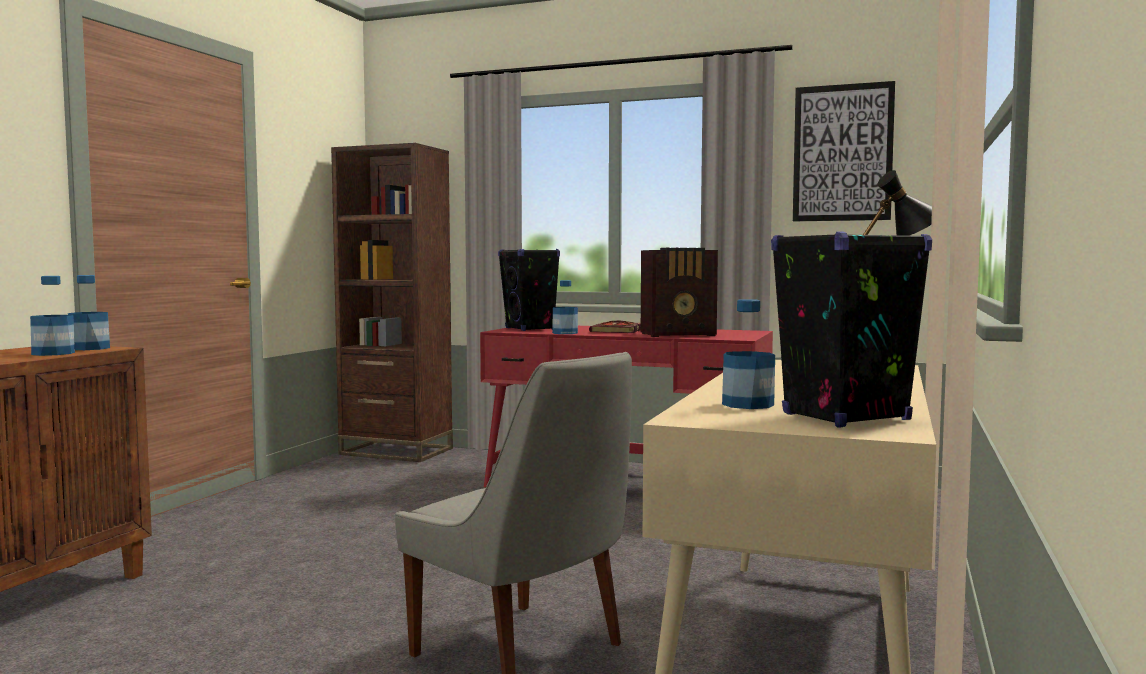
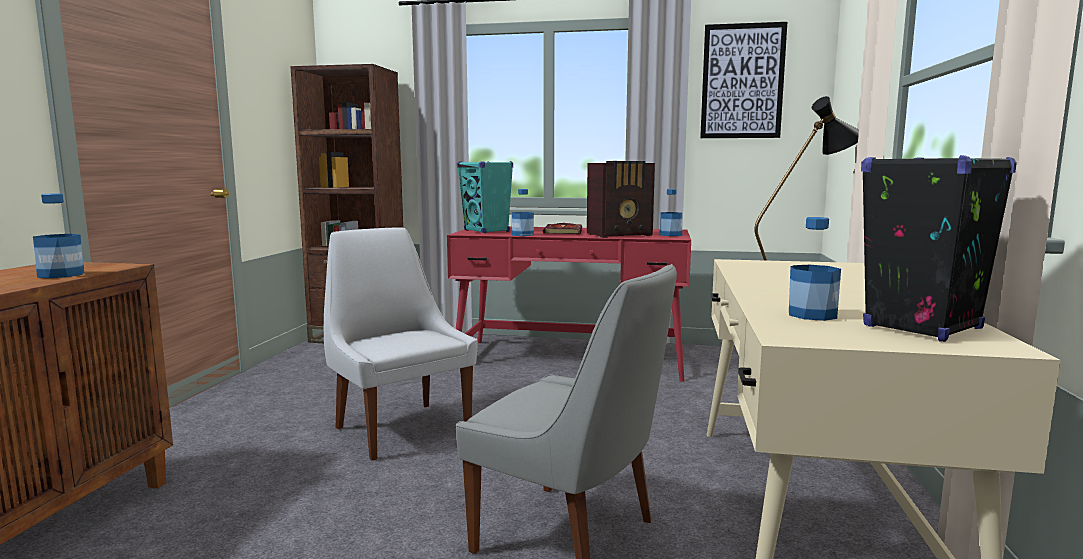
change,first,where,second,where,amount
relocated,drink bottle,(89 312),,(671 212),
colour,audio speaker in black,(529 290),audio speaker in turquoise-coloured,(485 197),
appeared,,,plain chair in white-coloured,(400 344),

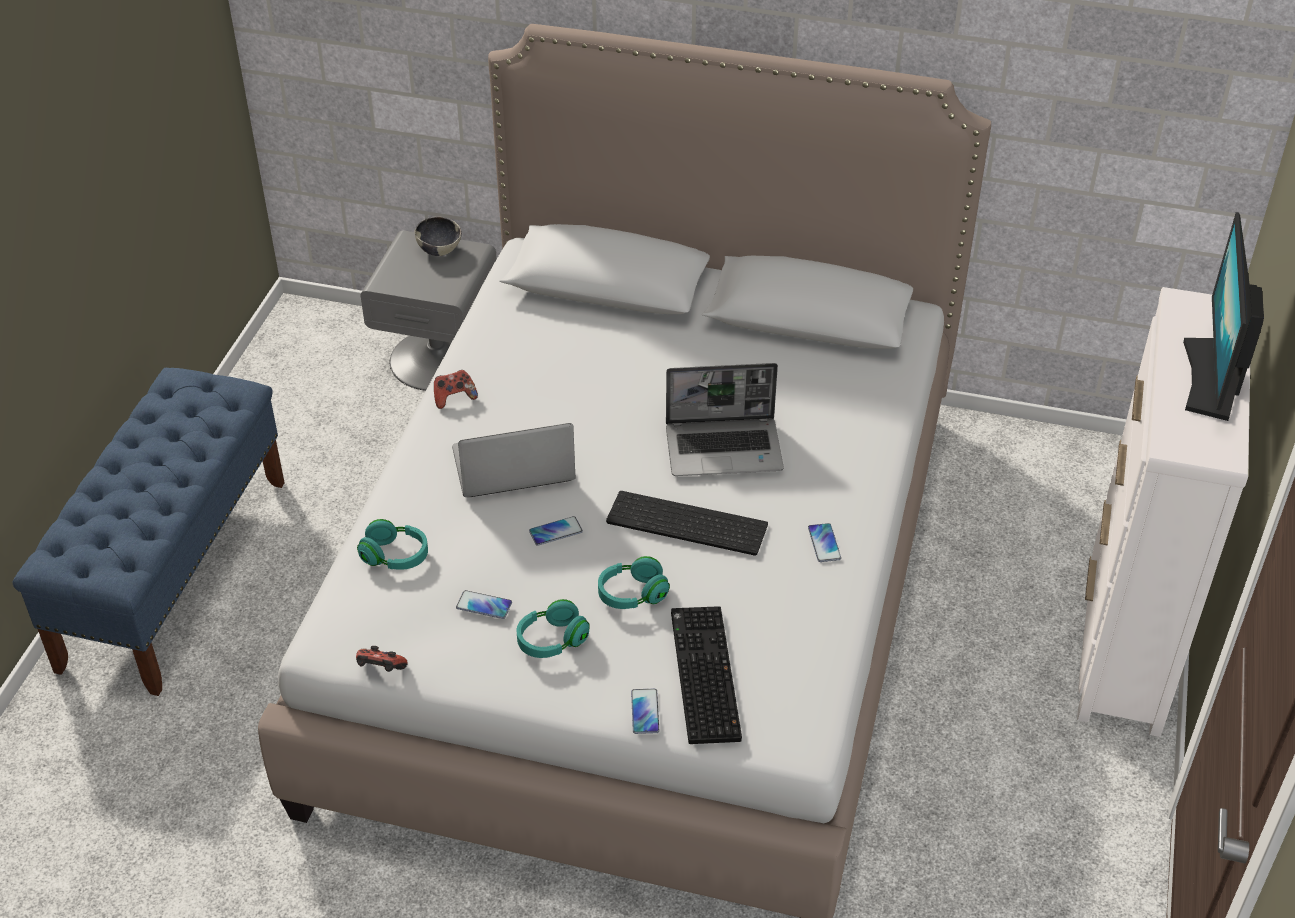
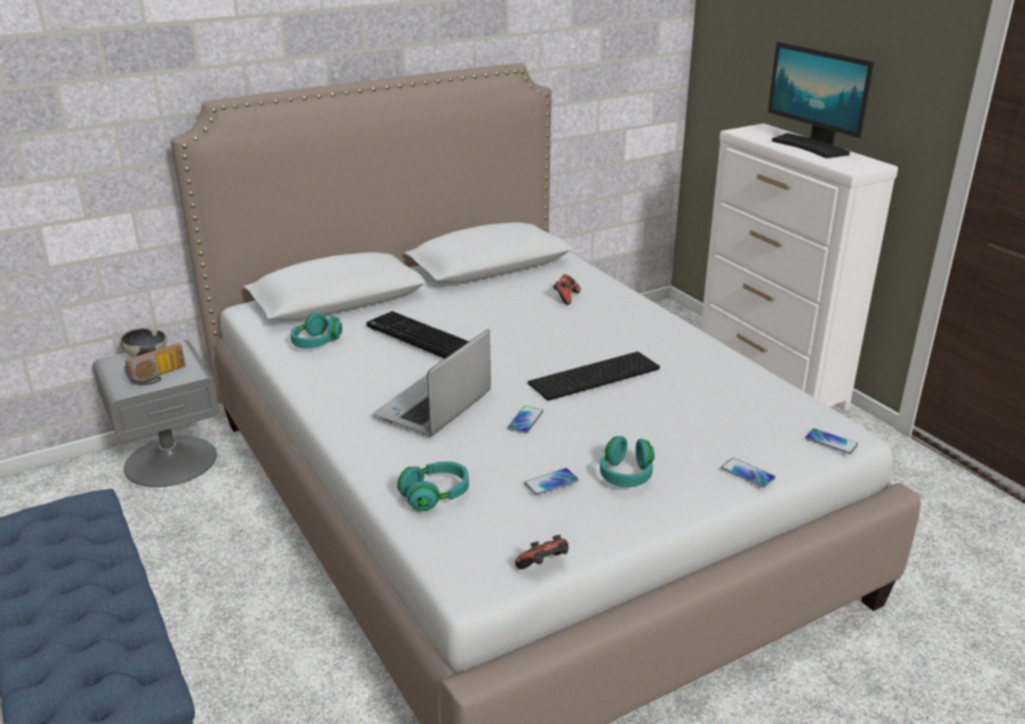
change,first,where,second,where,amount
relocated,gamepad,(456 389),,(567 289),
relocated,pair of headphones in turquoise-coloured,(634 582),,(316 331),
missing,portable computer,(725 419),,,
relocated,computer keyboard,(706 675),,(418 335),
relocated,telephone,(824 542),,(831 441),
appeared,,,radio set,(155 364),

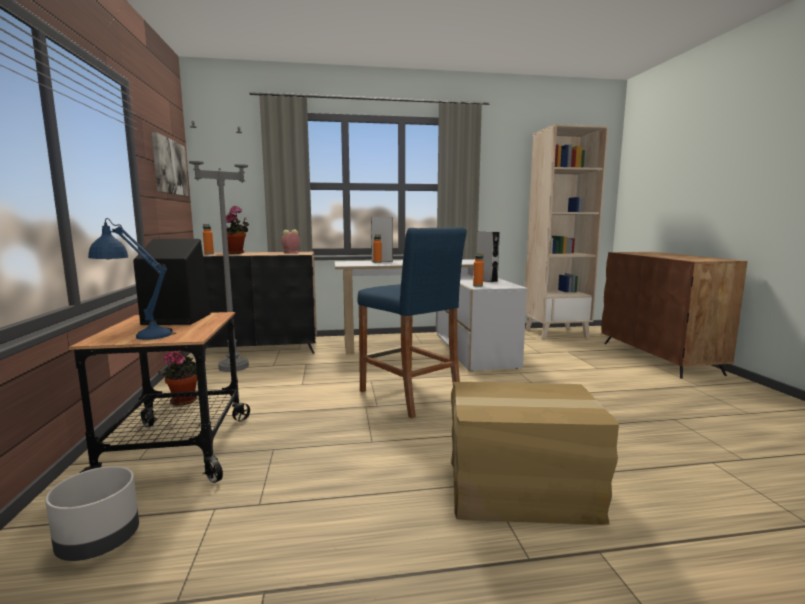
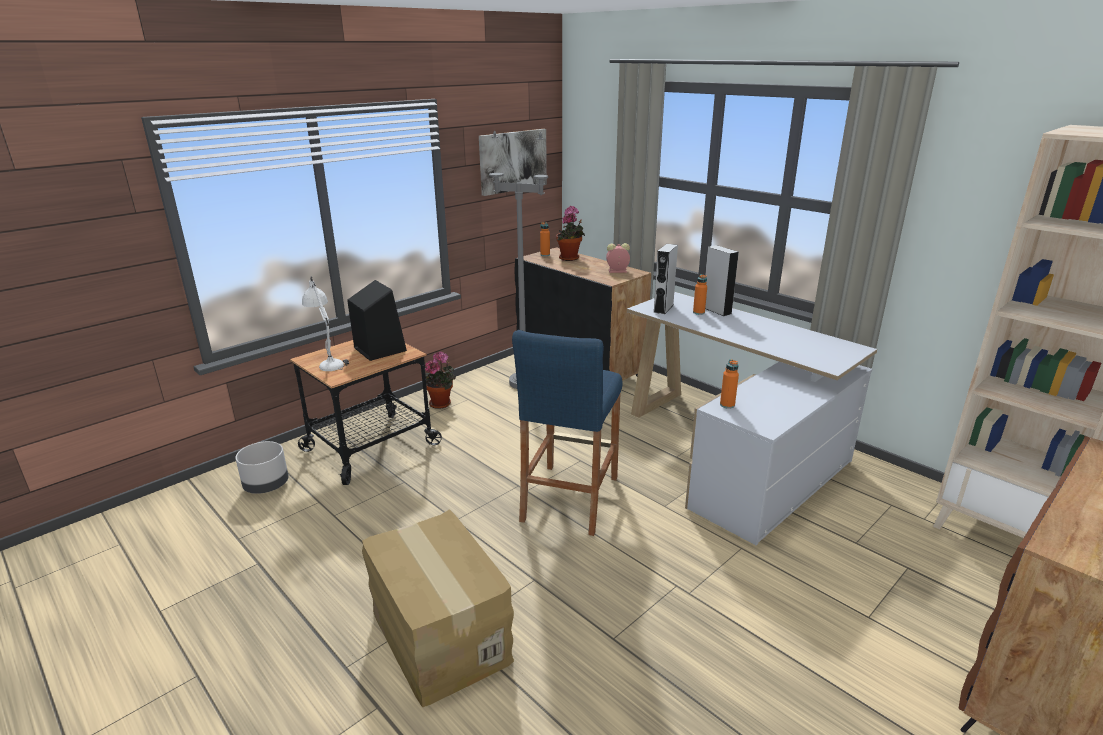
change,first,where,second,where,amount
colour,lamp for a table in blue,(132 279),lamp for a table in white-coloured,(325 323),
relocated,audio speaker in greyish,(488 256),,(665 279),

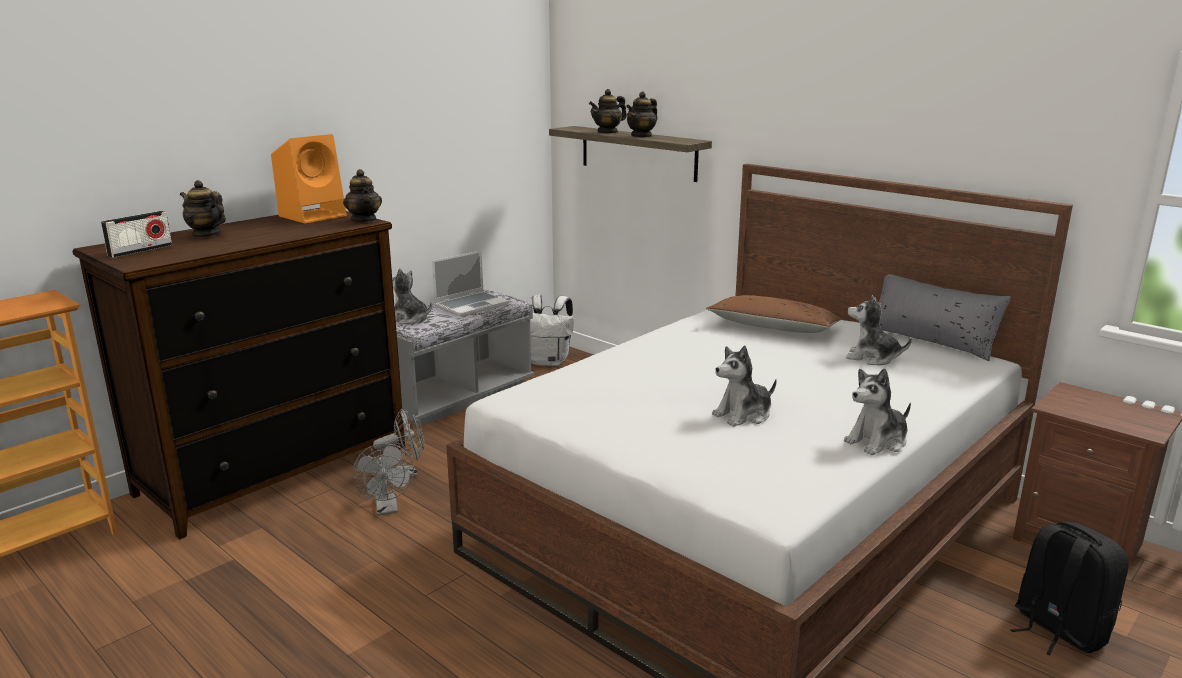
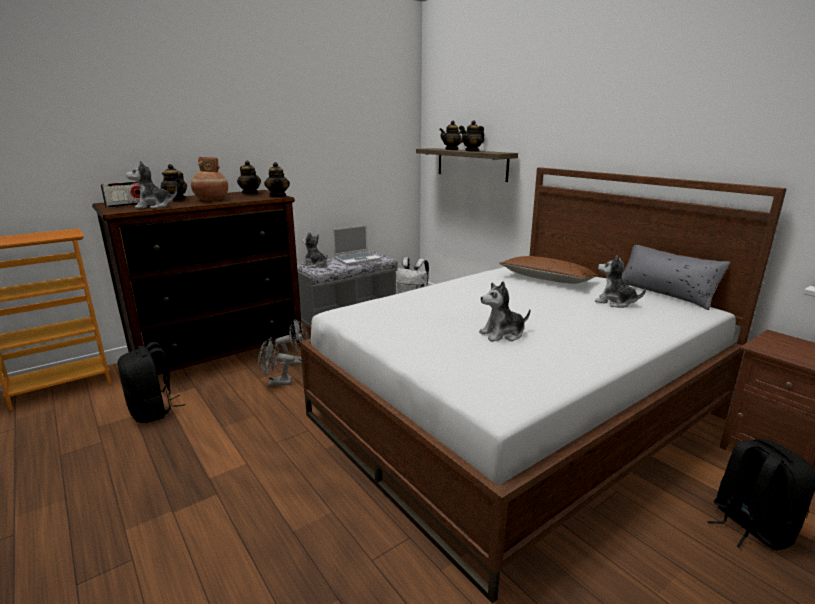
change,first,where,second,where,amount
exchanged,audio speaker in orangey,(309 178),tea pot,(249 177),
spun,fan in greyish,(383 479),,(276 361),90 degrees clockwise
relocated,plush toy,(877 411),,(151 184),
appeared,,,rucksack in black,(151 382),
appeared,,,vase in brown,(209 179),

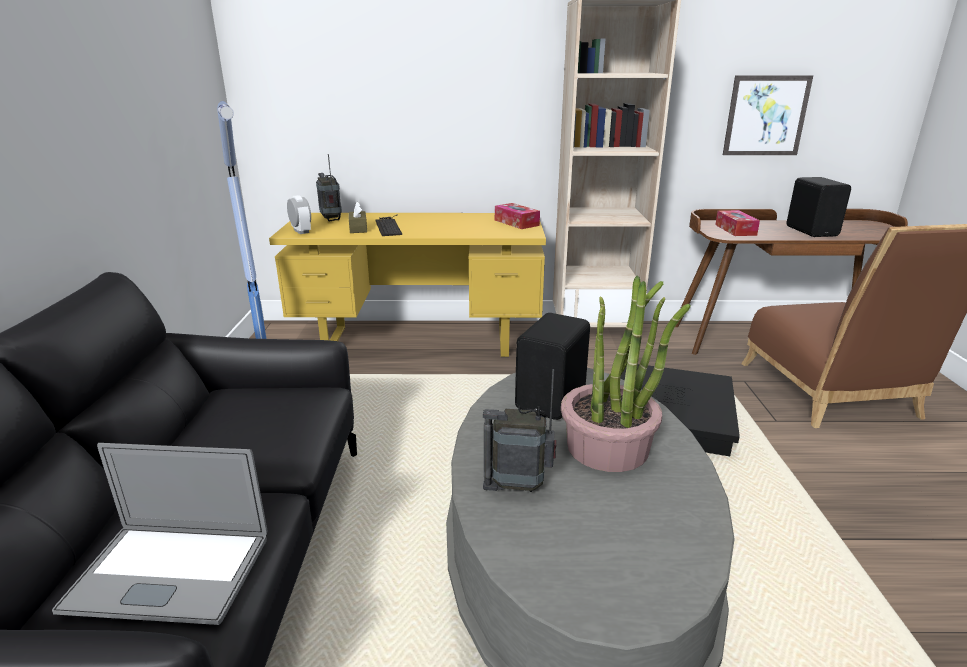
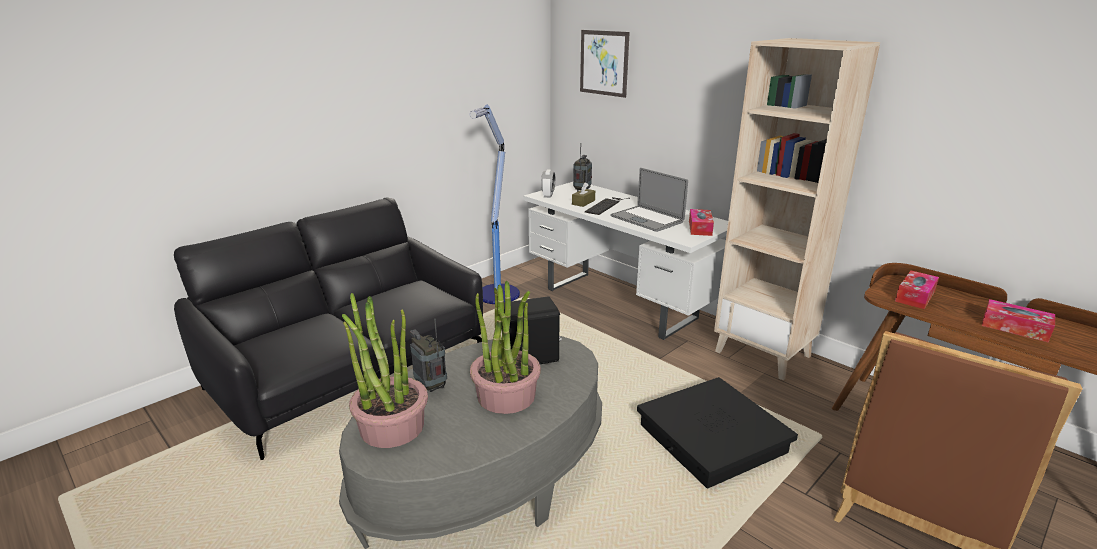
change,first,where,second,where,amount
relocated,portable computer,(159 534),,(649 200),
colour,desk table in yellow,(407 285),desk table in white-coloured,(625 261),
relocated,wall art,(768 115),,(605 64),
exchanged,audio speaker in black,(818 207),tissue box,(1018 320),
appeared,,,houseplant,(385 370),

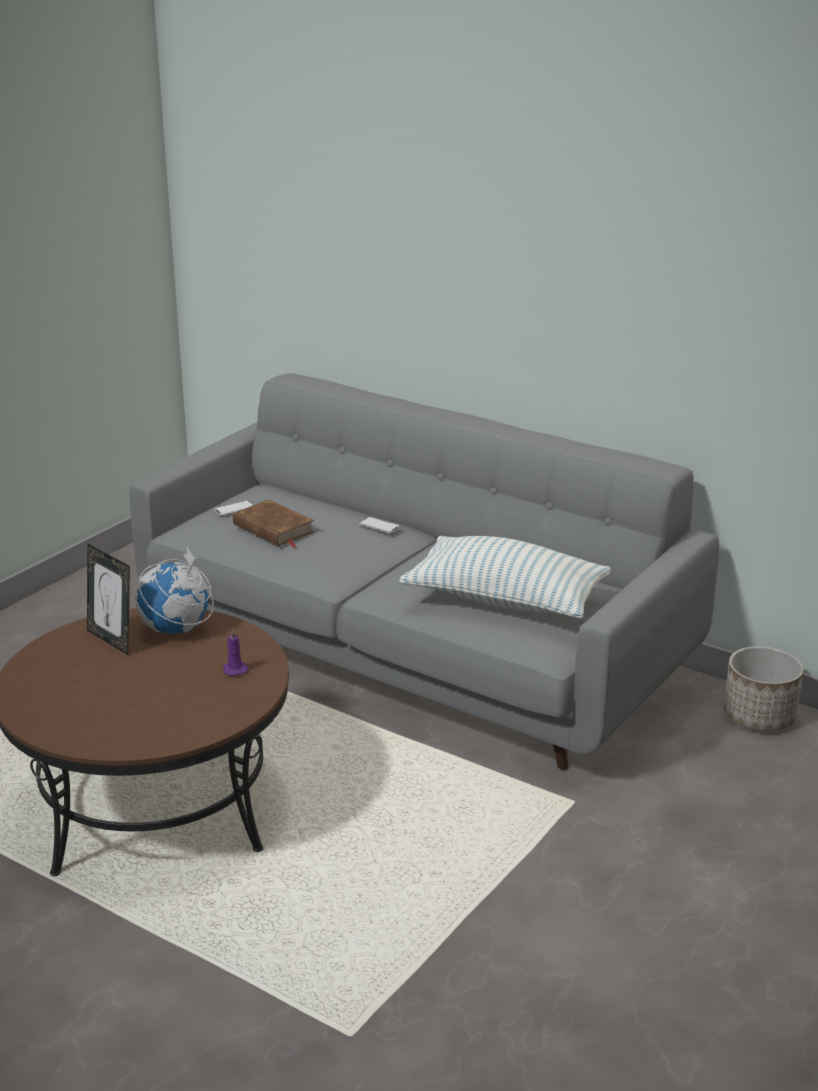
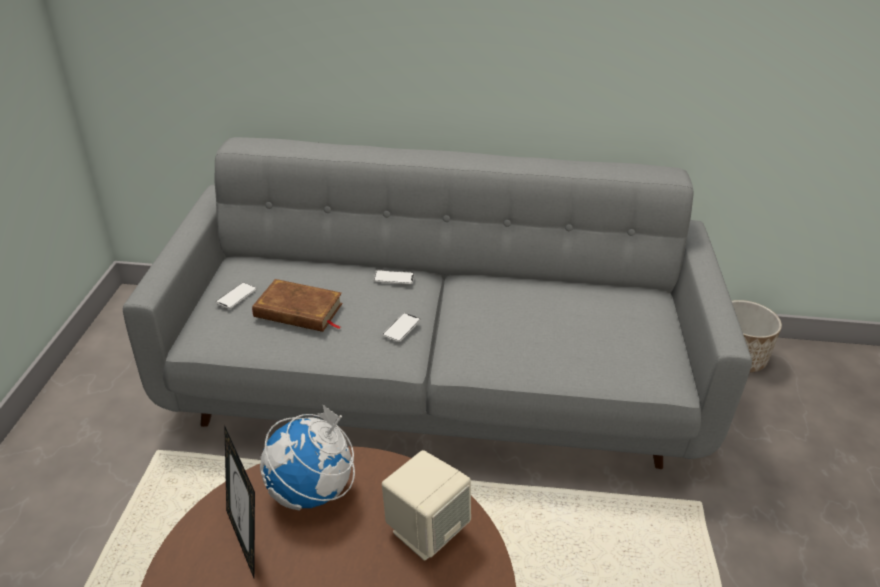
change,first,where,second,where,amount
spun,standing frame,(108 599),,(239 501),45 degrees clockwise
exchanged,wax candle in purple,(236 652),audio speaker in sand-coloured,(426 505),
missing,cushion,(505 577),,,
appeared,,,telephone,(401 327),

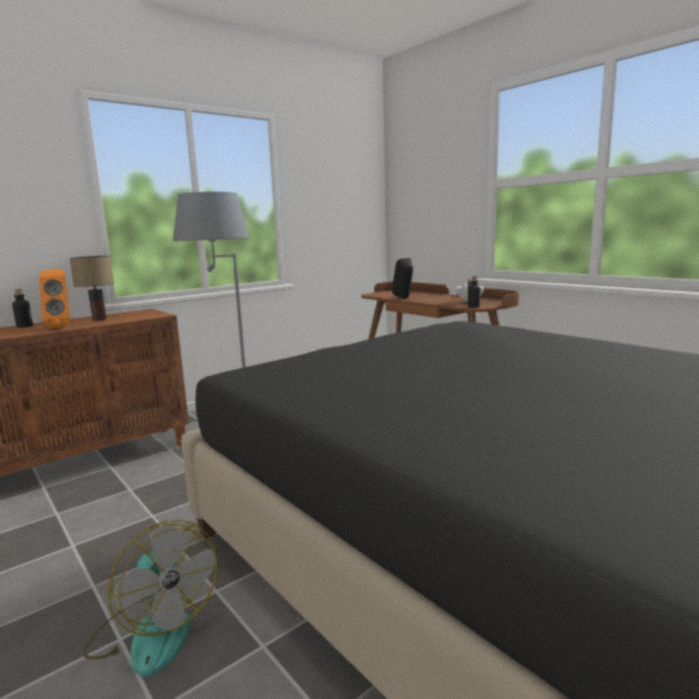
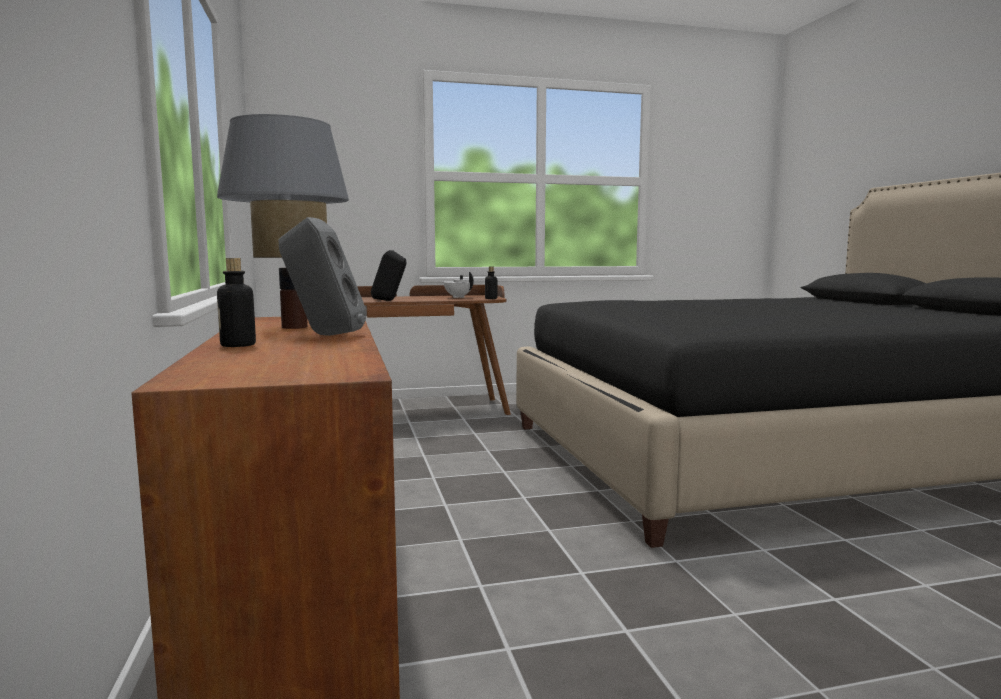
change,first,where,second,where,amount
colour,audio speaker in orangey,(54 298),audio speaker in greyish,(323 276),
missing,fan,(150 598),,,

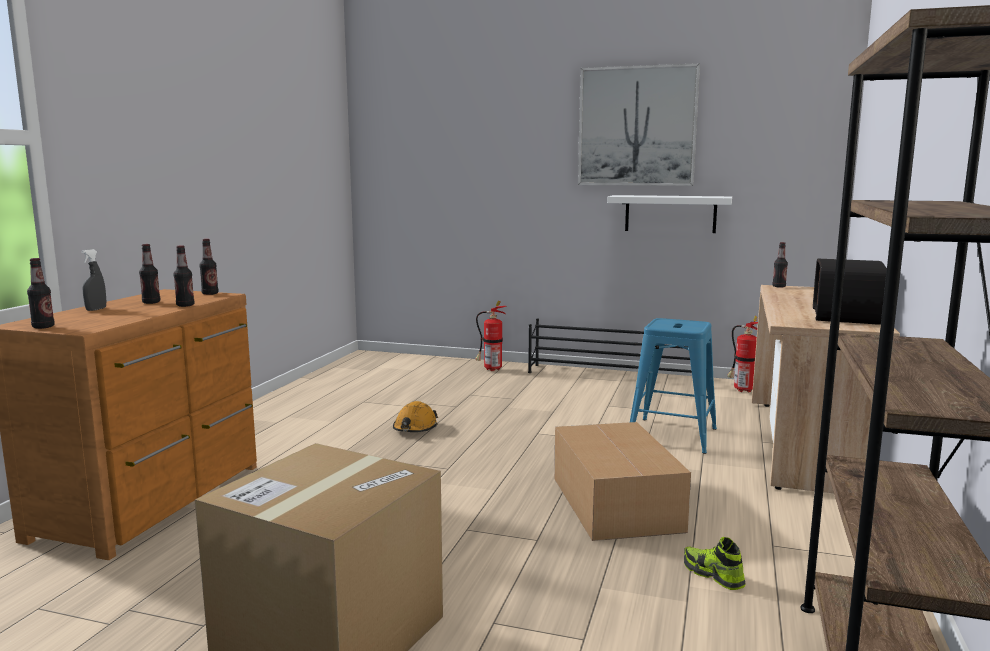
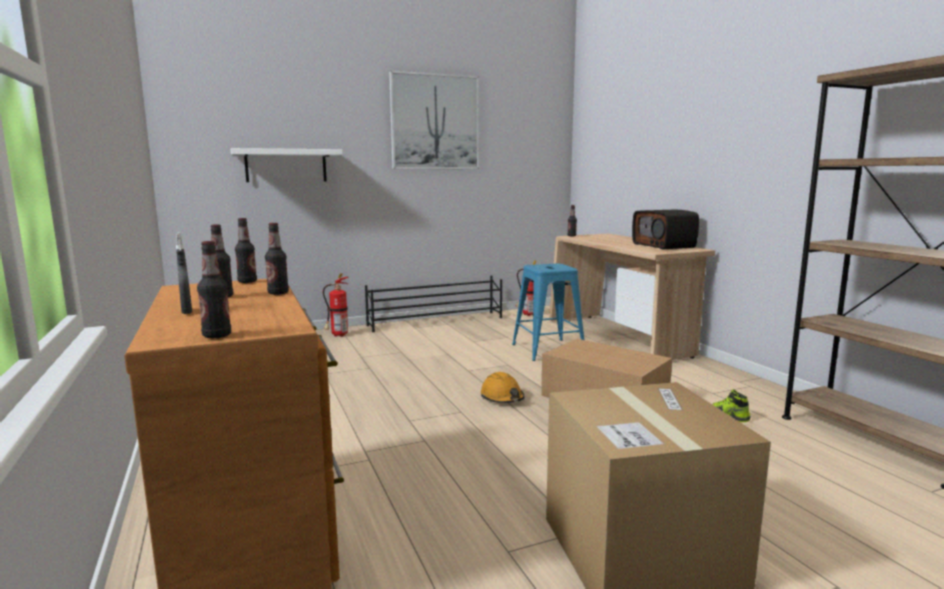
change,first,where,second,where,amount
relocated,safety helmet in orangey,(415 416),,(503 387),
relocated,wall shelf in white-coloured,(669 214),,(287 165),

